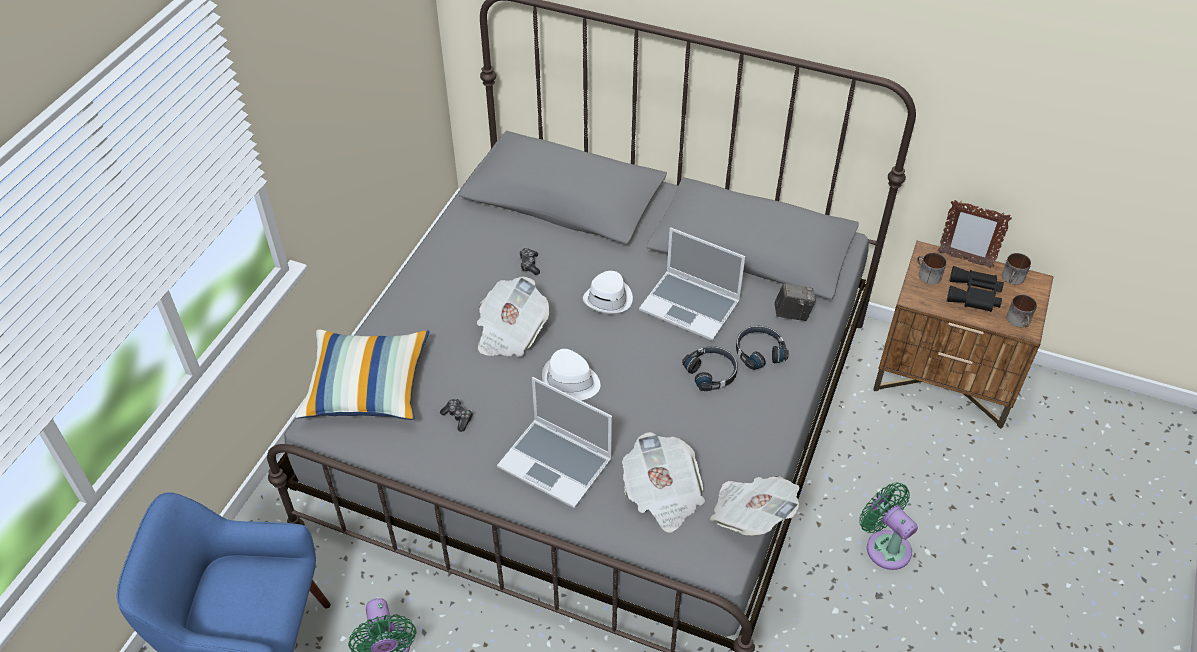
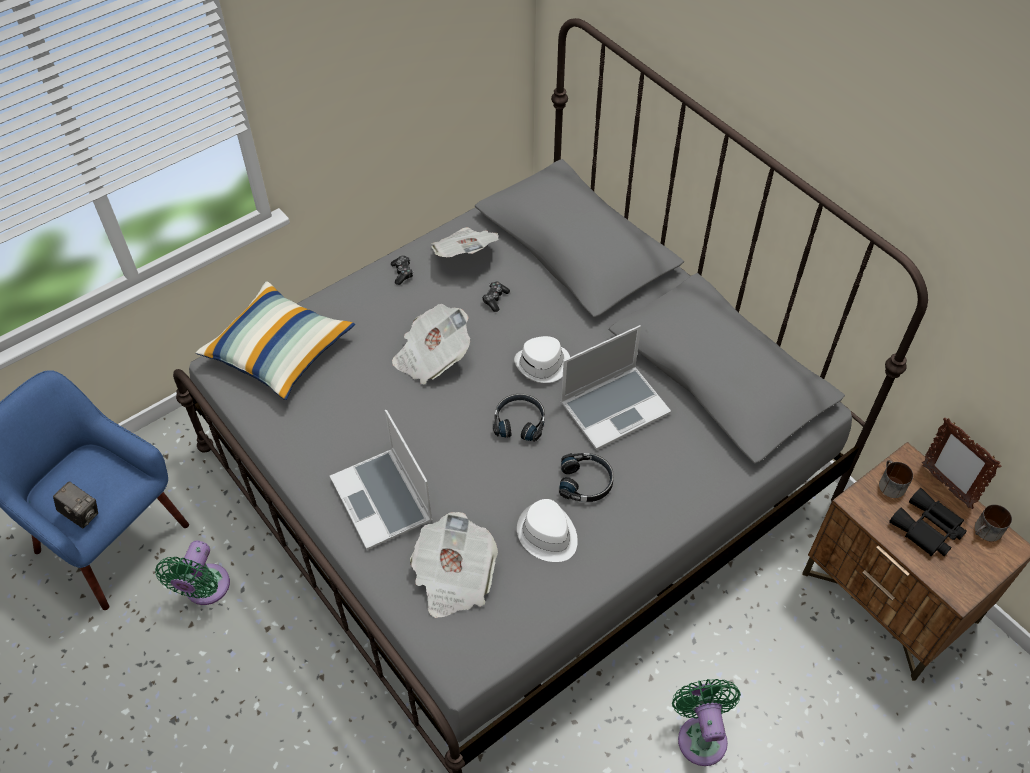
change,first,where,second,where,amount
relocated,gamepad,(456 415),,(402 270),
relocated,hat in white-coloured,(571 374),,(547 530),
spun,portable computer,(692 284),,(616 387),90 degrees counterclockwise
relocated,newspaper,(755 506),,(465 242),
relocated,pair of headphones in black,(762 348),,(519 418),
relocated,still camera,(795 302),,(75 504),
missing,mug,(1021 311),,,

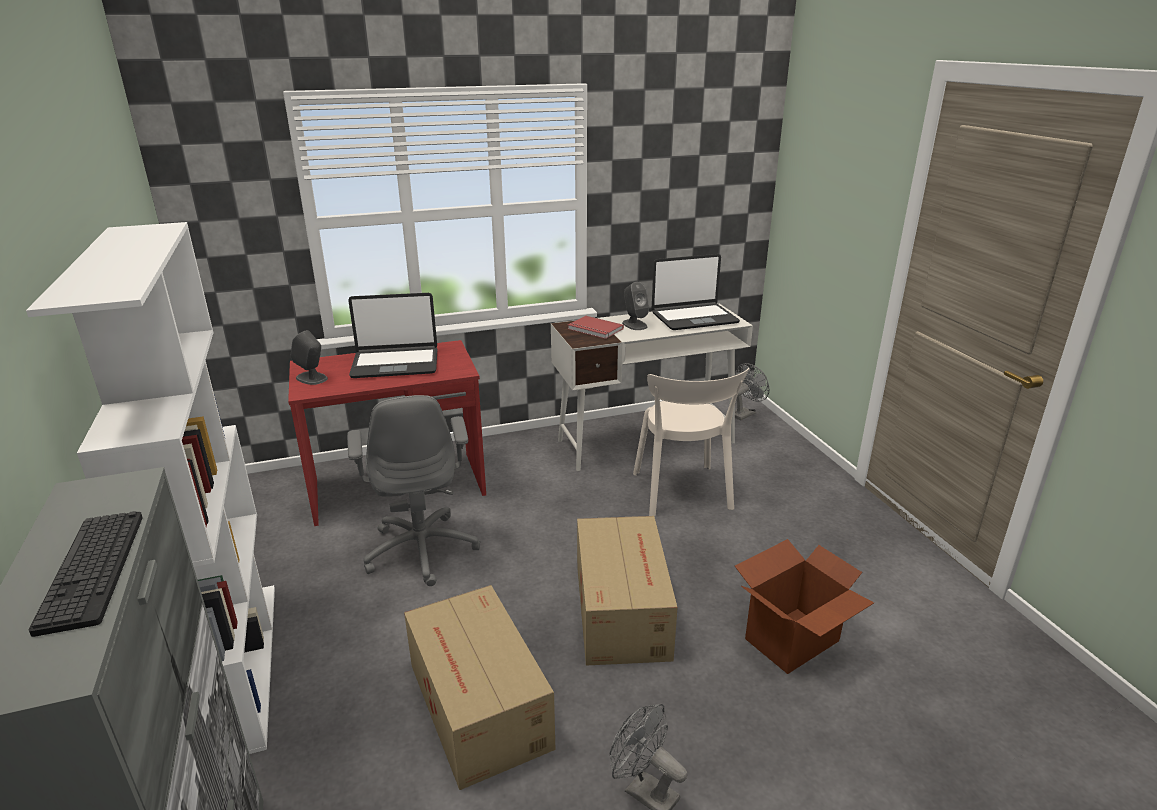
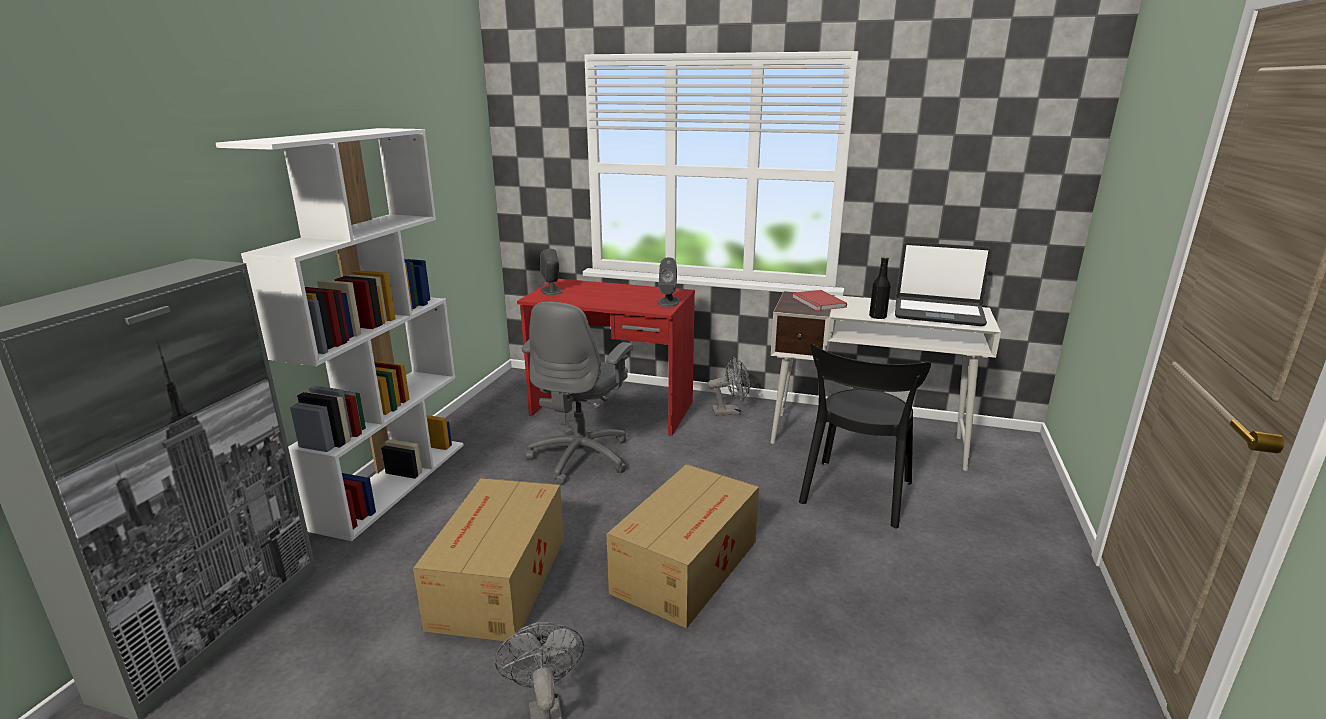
change,first,where,second,where,amount
missing,computer keyboard,(86 574),,,
missing,portable computer,(393 335),,,
relocated,audio speaker in greyish,(635 306),,(668 282),
colour,plain chair in sand-coloured,(691 442),plain chair in black,(865 436),
relocated,fan in greyish,(752 392),,(729 386),
missing,packing box,(804 606),,,
appeared,,,drink bottle in black,(880 288),

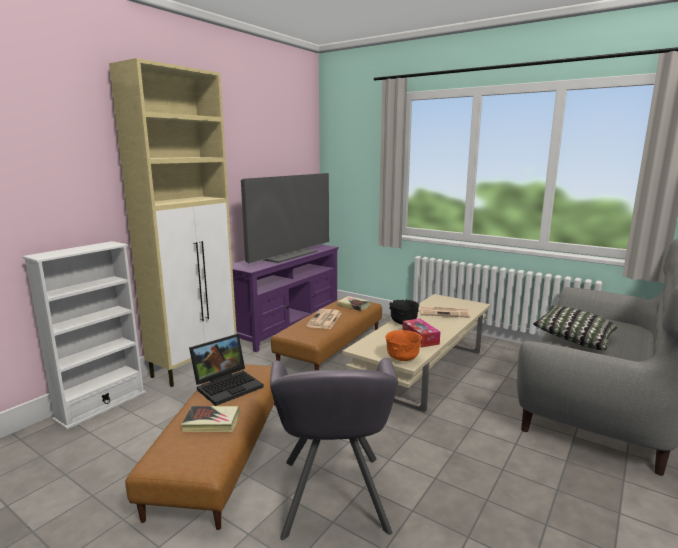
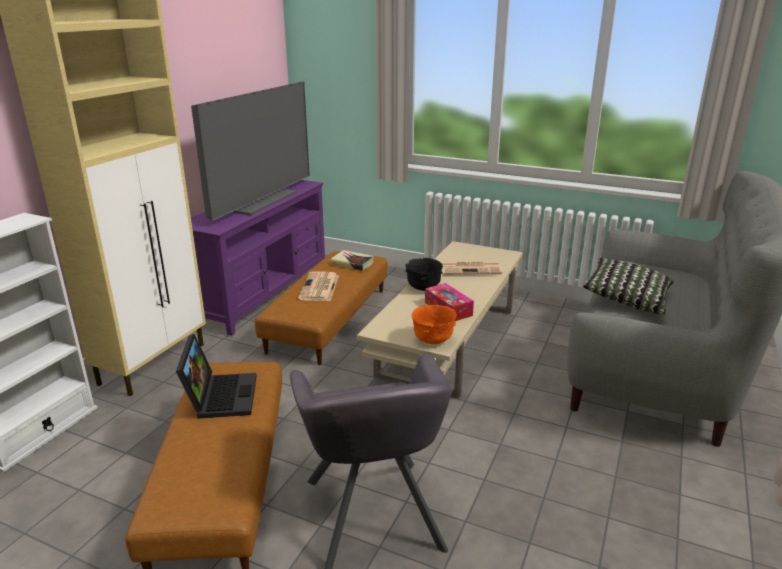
change,first,where,second,where,amount
missing,book,(210 419),,,
spun,portable computer,(226 370),,(216 376),45 degrees counterclockwise

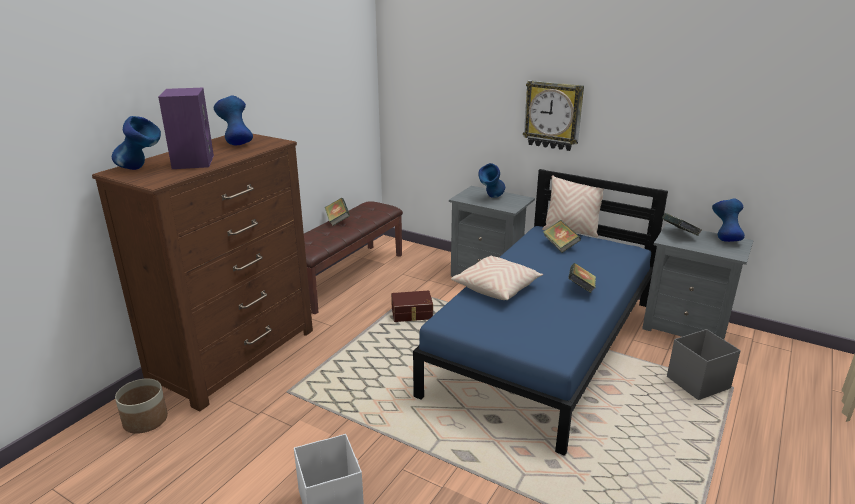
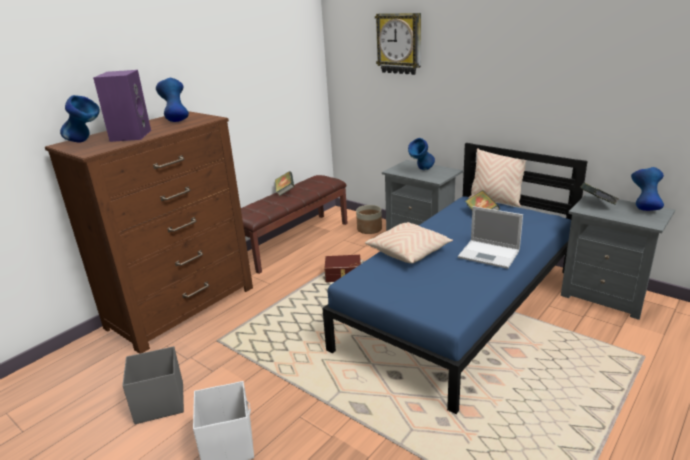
change,first,where,second,where,amount
relocated,flower pot,(141 406),,(369 219),
relocated,clock on the wall,(553 115),,(398 44),
exchanged,book,(582 278),portable computer,(490 237),
relocated,storage bin in greyish,(704 364),,(153 385),

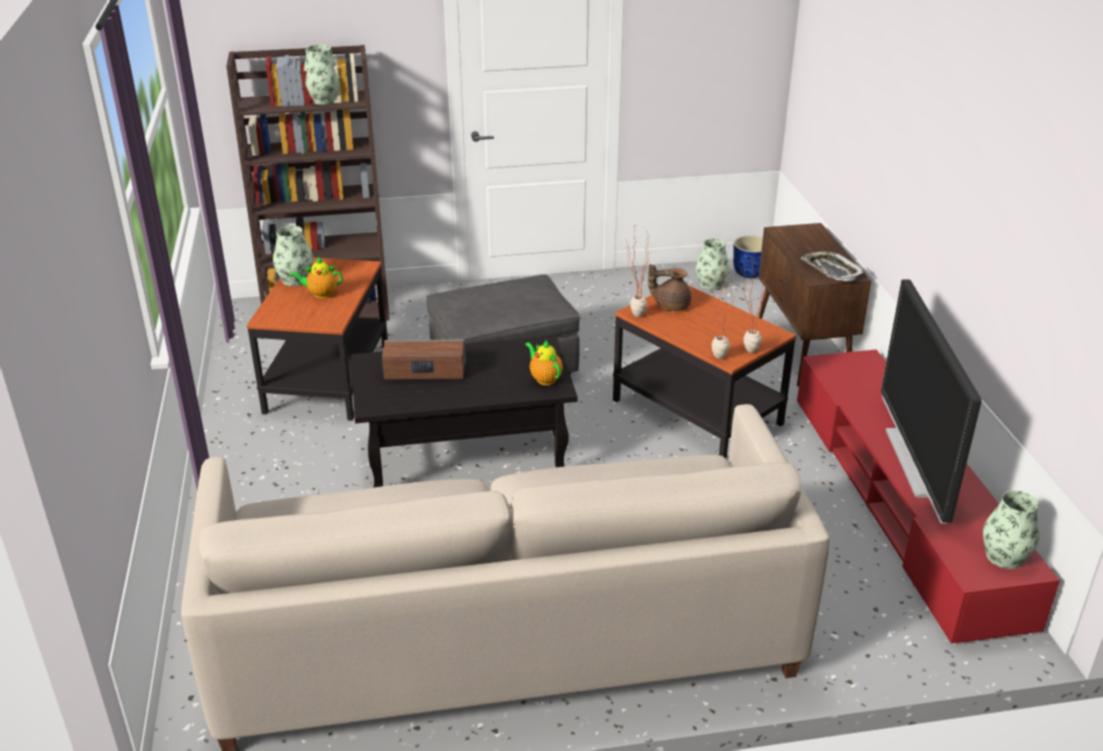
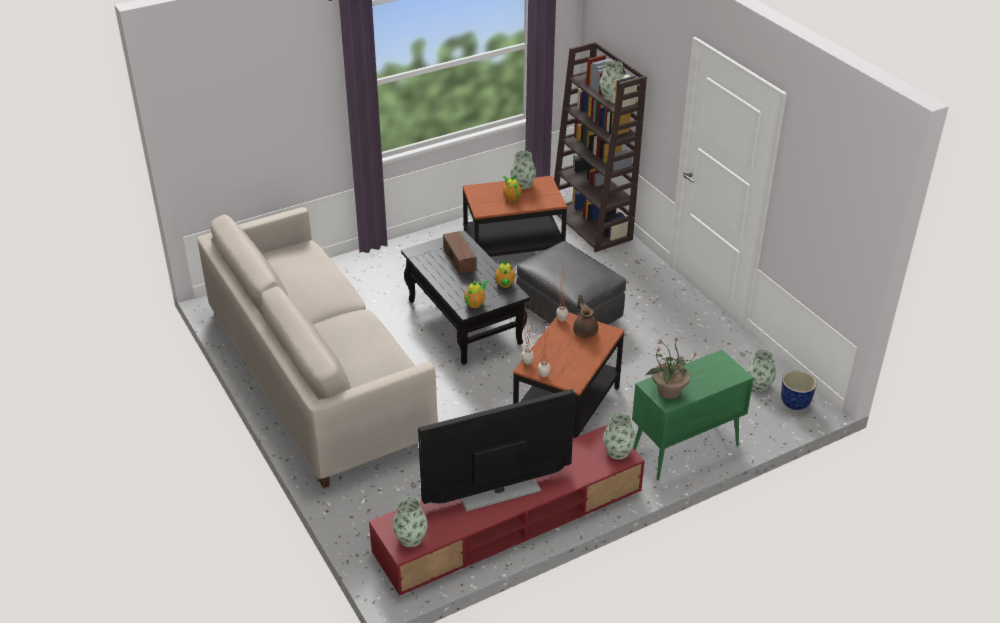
change,first,where,second,where,amount
colour,storage cabinet in brown,(815 305),storage cabinet in greenish,(693 415),
exchanged,carrying tray,(833 266),houseplant,(671 368),
appeared,,,tea pot,(505 274),
appeared,,,vase,(619 436),

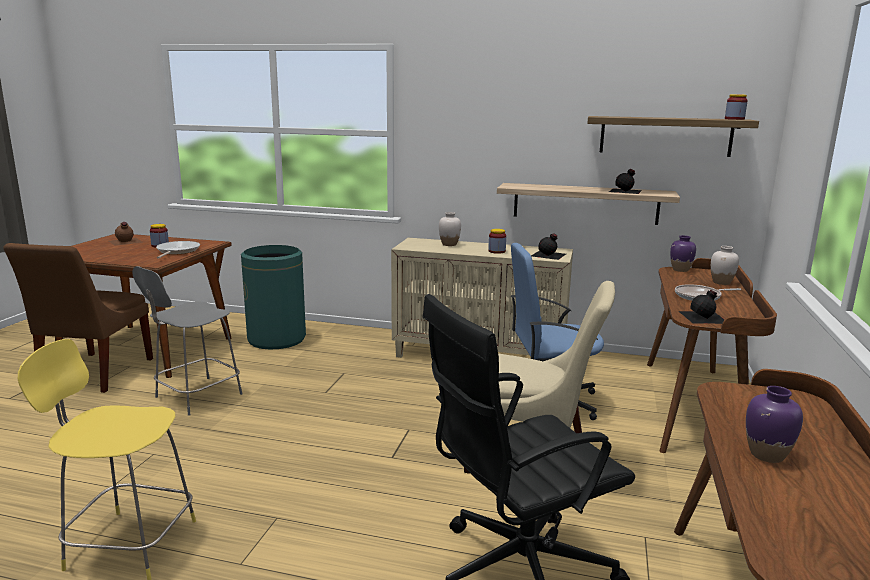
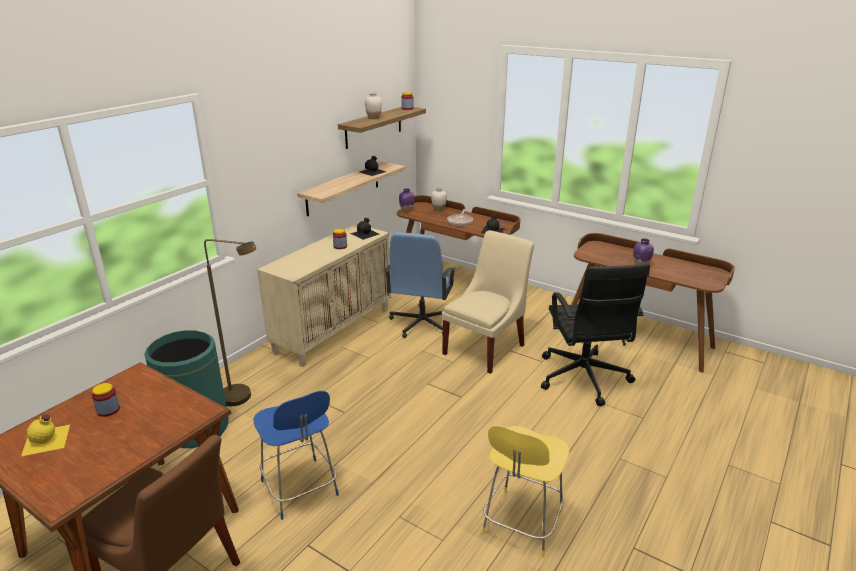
change,first,where,second,where,amount
colour,drink bottle in brown,(125 234),drink bottle in yellow,(45 435),
colour,stool in greyish,(187 341),stool in blue,(296 455),
missing,pan,(178 249),,,
relocated,vase in white-coloured,(450 229),,(373 105),
appeared,,,floor lamp in brown,(230 322),

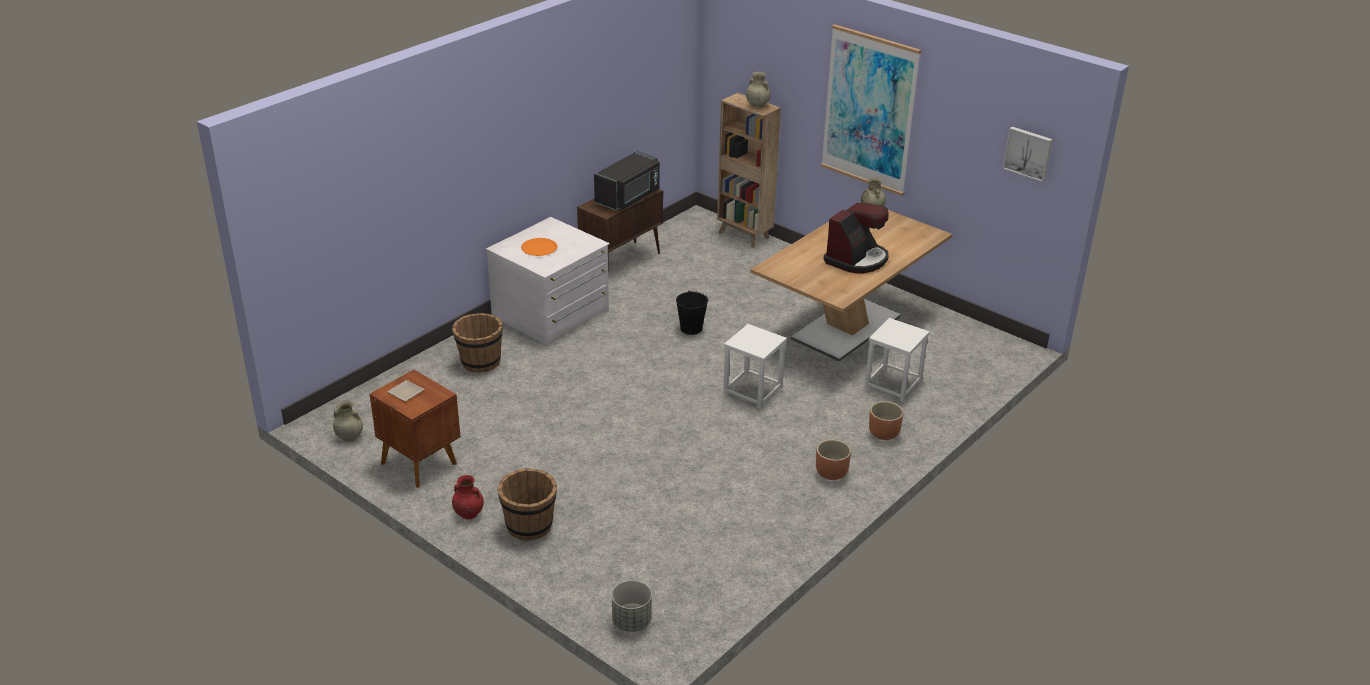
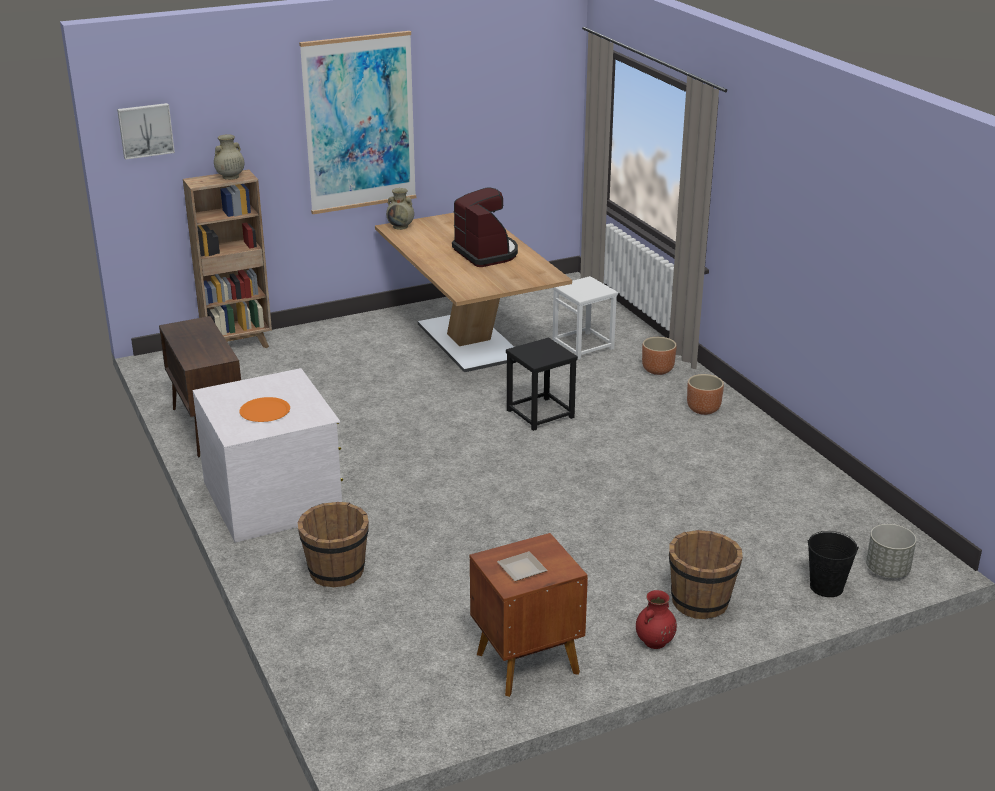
change,first,where,second,where,amount
missing,vase in sand-coloured,(348 421),,,
missing,kitchen microwave in black,(627 180),,,
relocated,bucket in black,(692 312),,(833 564),
colour,stool in white-coloured,(755 366),stool in black,(542 384),
relocated,wall art,(1028 154),,(146 131),

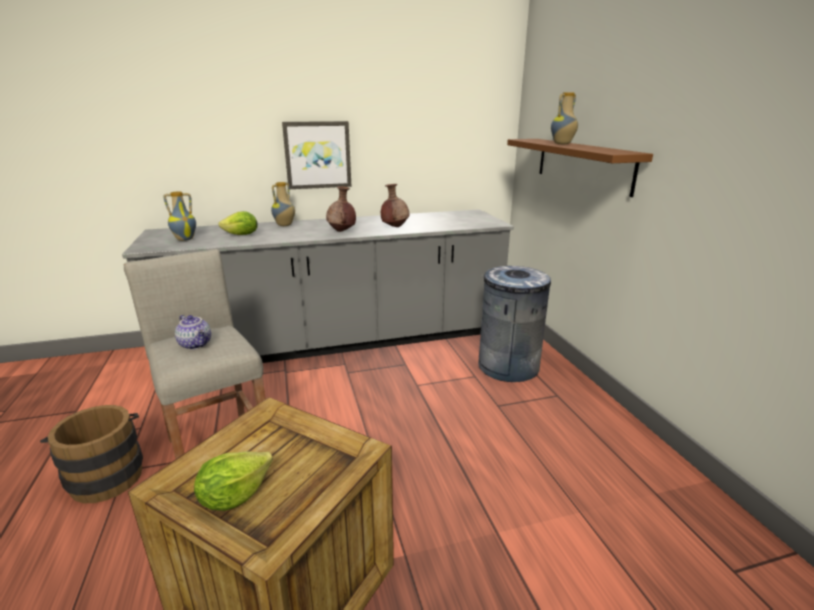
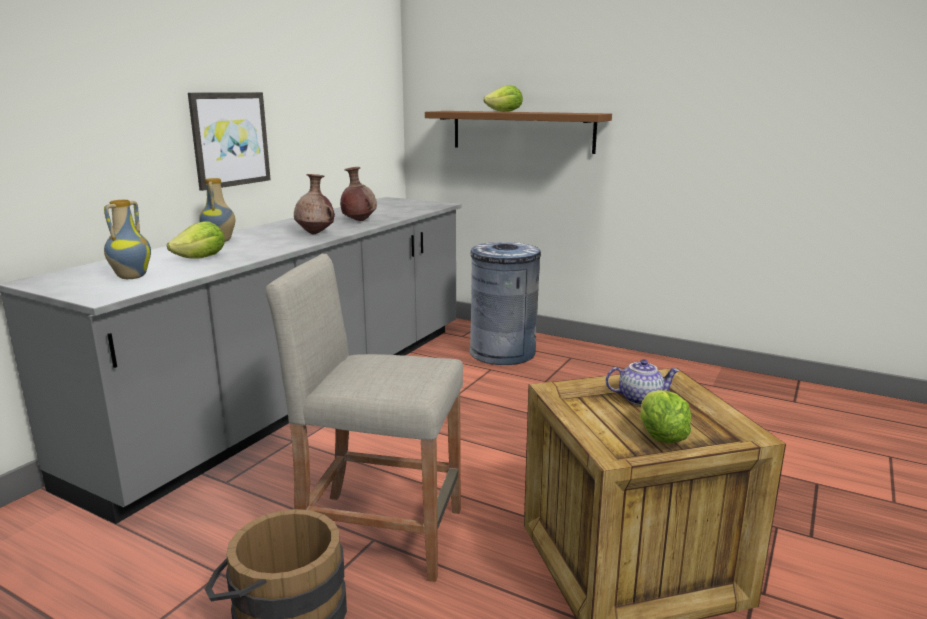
change,first,where,second,where,amount
relocated,tea pot,(193 332),,(643 382),
exchanged,vase,(564 118),lettuce,(503 98),

